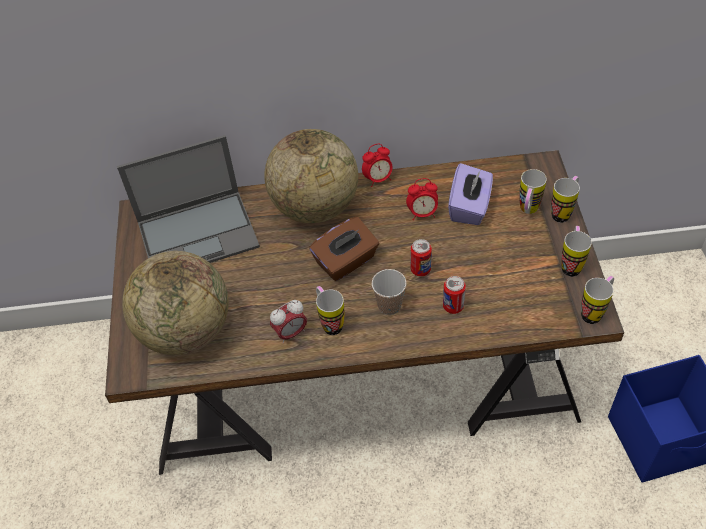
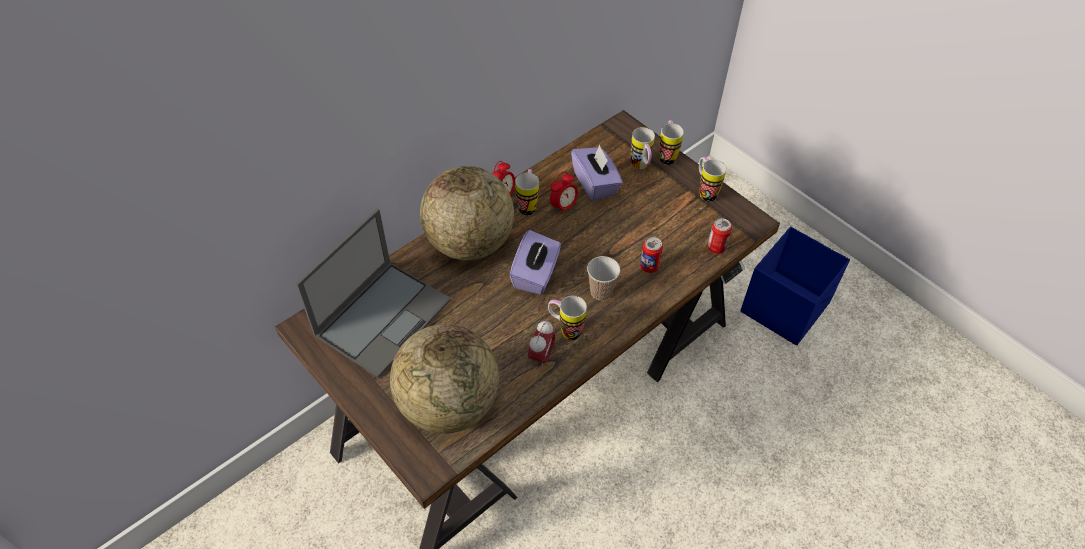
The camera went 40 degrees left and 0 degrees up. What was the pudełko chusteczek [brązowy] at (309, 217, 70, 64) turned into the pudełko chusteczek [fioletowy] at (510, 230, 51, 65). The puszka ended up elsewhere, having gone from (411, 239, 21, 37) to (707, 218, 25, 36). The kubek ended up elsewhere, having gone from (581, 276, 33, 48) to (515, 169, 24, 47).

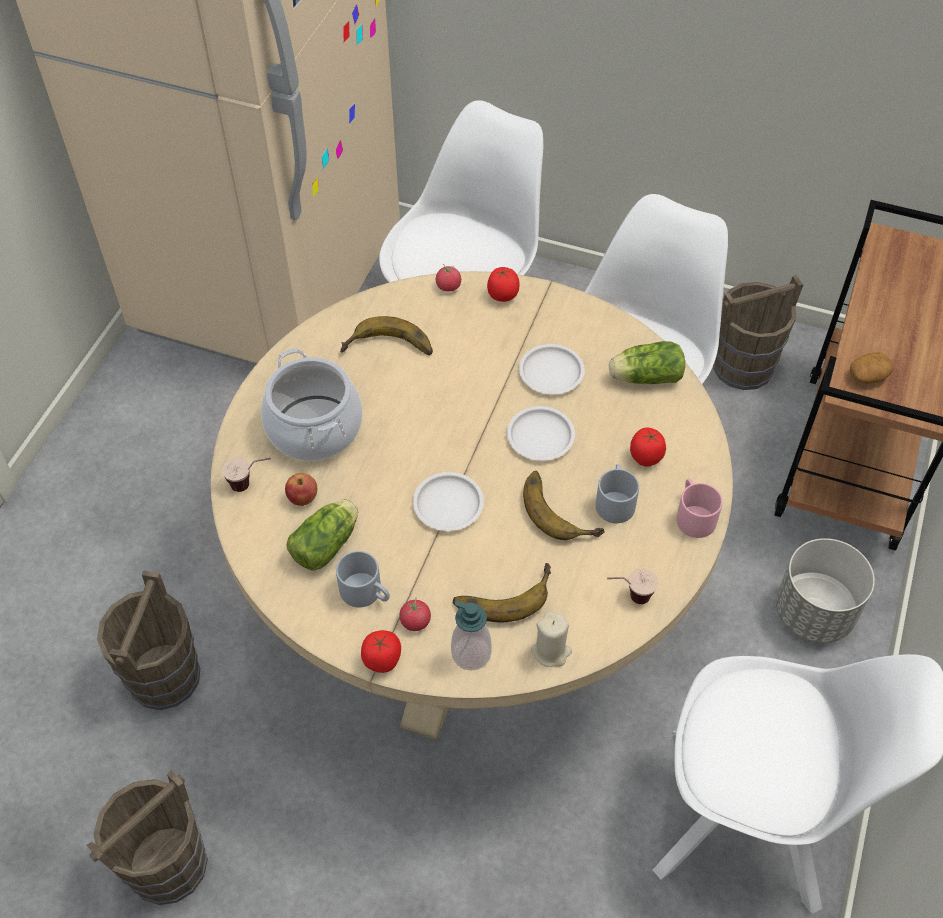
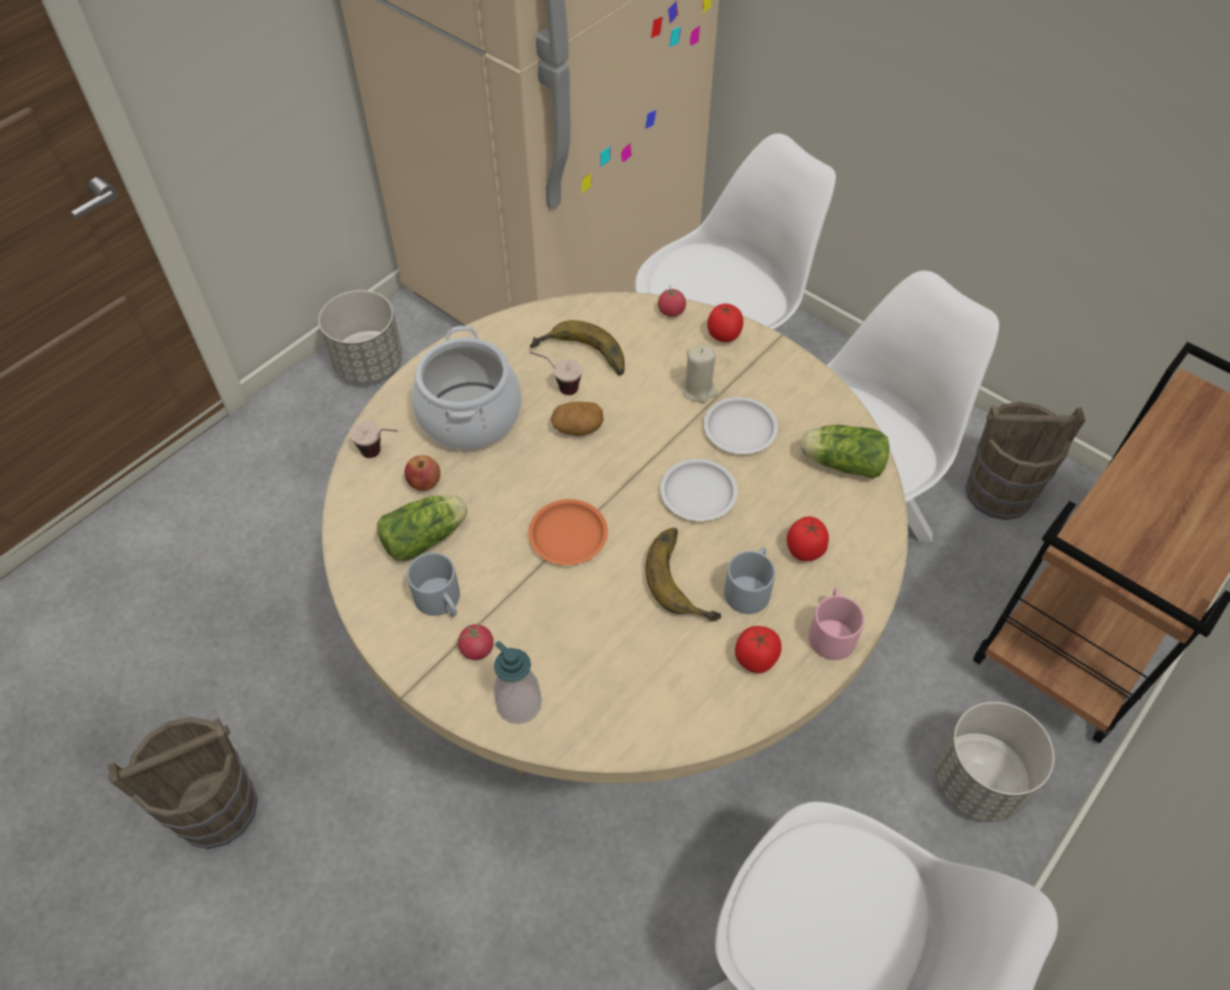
The camera went 20 degrees right and 0 degrees up. The second view lost the wiadro [brązowy] at (97, 570, 103, 140). The pomidor ended up elsewhere, having gone from (361, 630, 40, 43) to (735, 626, 47, 47). What was the talerz [biały] at (413, 472, 71, 59) turned into the talerz [pomarańczowy] at (528, 499, 80, 66). The second view lost the banan at (453, 563, 98, 60). The świeca [beżowy] ended up elsewhere, having gone from (531, 612, 41, 55) to (681, 344, 37, 59). The filiżanka ended up elsewhere, having gone from (607, 569, 51, 35) to (529, 351, 53, 44). The ziemniak ended up elsewhere, having gone from (850, 352, 43, 32) to (551, 402, 53, 34). The second view gained the donica [szary] at (319, 290, 84, 93).

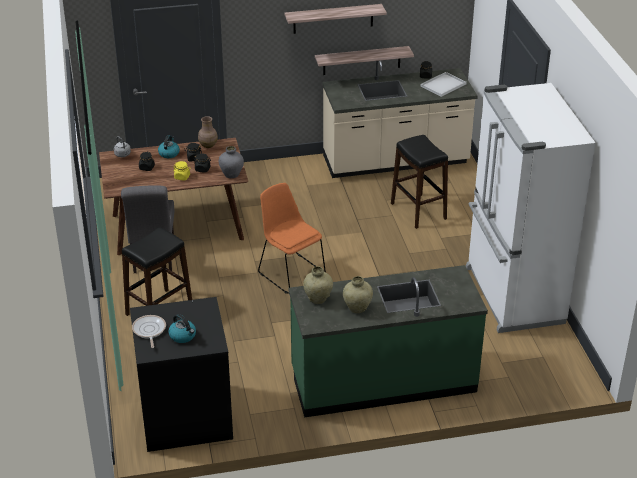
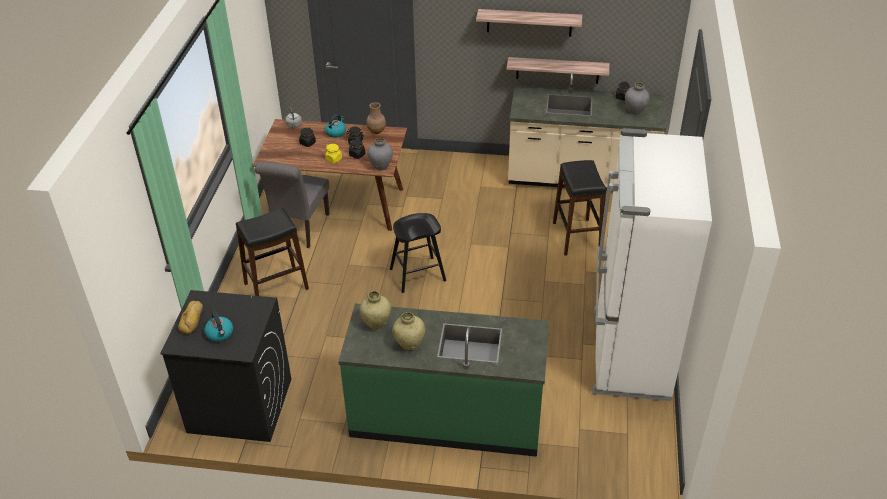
The camera went 20 degrees right and 5 degrees up. Where the patelnia stood at (132, 315, 34, 33), the chleb came to stand at (178, 301, 25, 33). Where the krzesło [pomarańczowy] stood at (258, 183, 68, 111), the stołek [czarny] came to stand at (390, 213, 56, 80). Where the taca [biały] stood at (421, 72, 46, 25), the wazon [szary] came to stand at (625, 83, 25, 31).

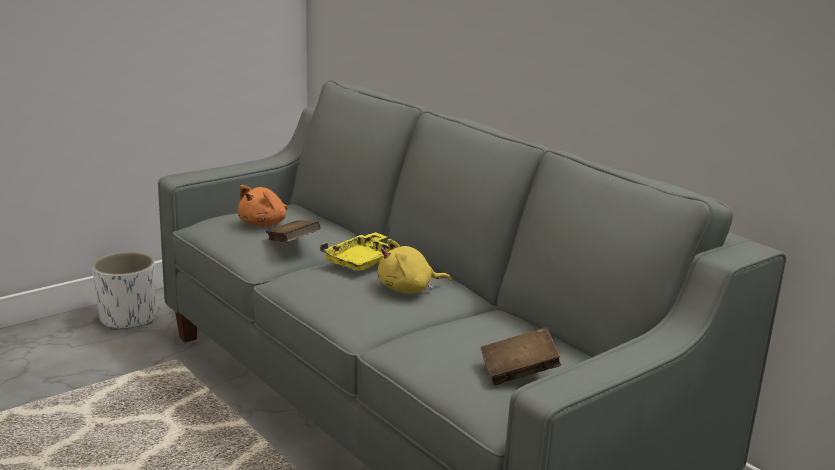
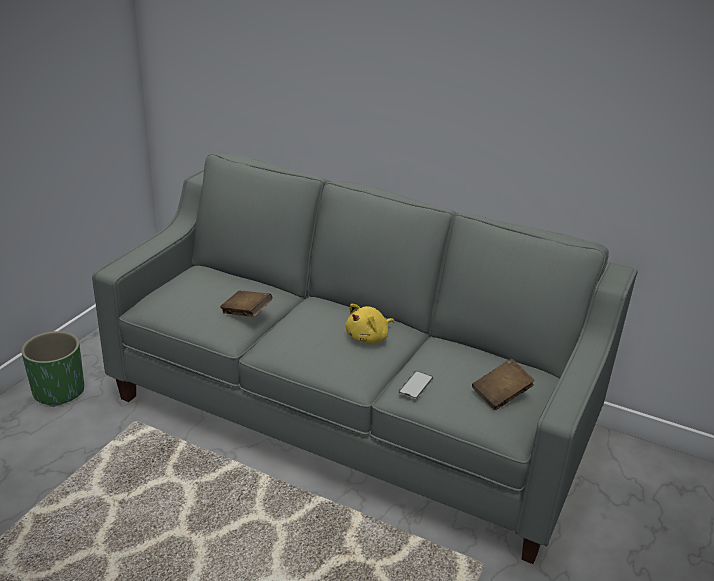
The camera went 25 degrees left and 10 degrees up. What was the donica [biały] at (92, 252, 65, 78) turned into the donica [zielony] at (21, 331, 63, 76). The second view lost the pluszak [pomarańczowy] at (238, 185, 50, 41). The second view lost the taca [żółty] at (320, 232, 70, 39). The second view gained the telefon at (398, 371, 35, 28).

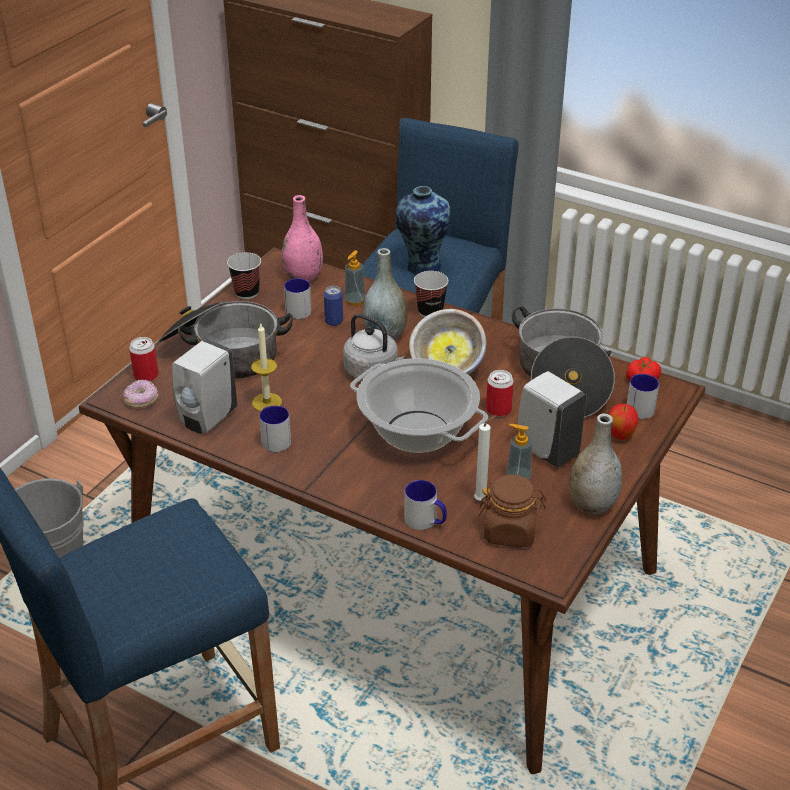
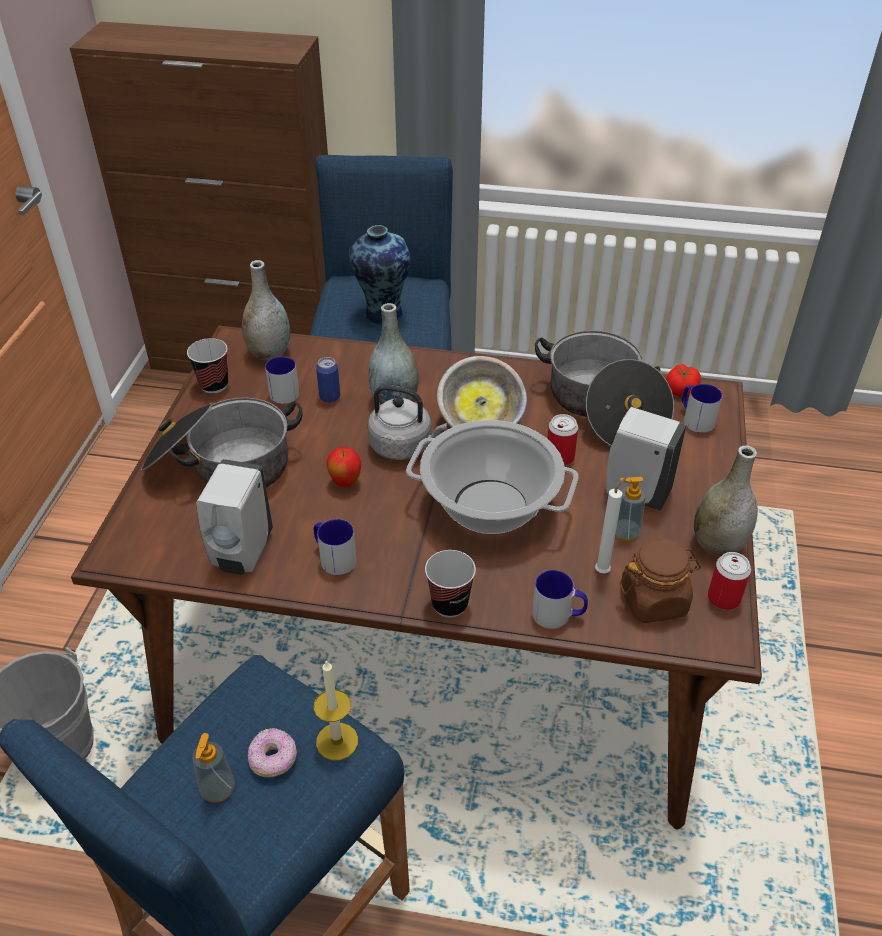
The camera went 20 degrees left and 5 degrees up. The donut ended up elsewhere, having gone from (123, 379, 35, 29) to (248, 728, 49, 49). The puszka ended up elsewhere, having gone from (129, 337, 30, 44) to (708, 552, 43, 58). The świeca ended up elsewhere, having gone from (251, 324, 31, 87) to (314, 660, 44, 101). What was the wazon [różowy] at (282, 195, 41, 87) turned into the wazon [szary] at (242, 260, 48, 100). The dozownik mydła ended up elsewhere, having gone from (344, 250, 22, 56) to (192, 733, 43, 70). The filiżanka ended up elsewhere, having gone from (414, 271, 34, 46) to (425, 550, 51, 67). The jabłko ended up elsewhere, having gone from (608, 403, 31, 37) to (327, 447, 34, 40).

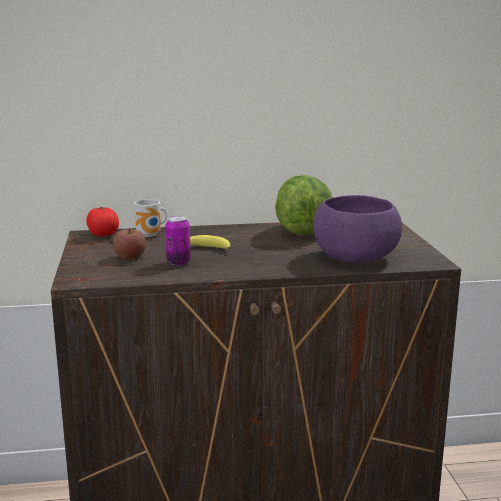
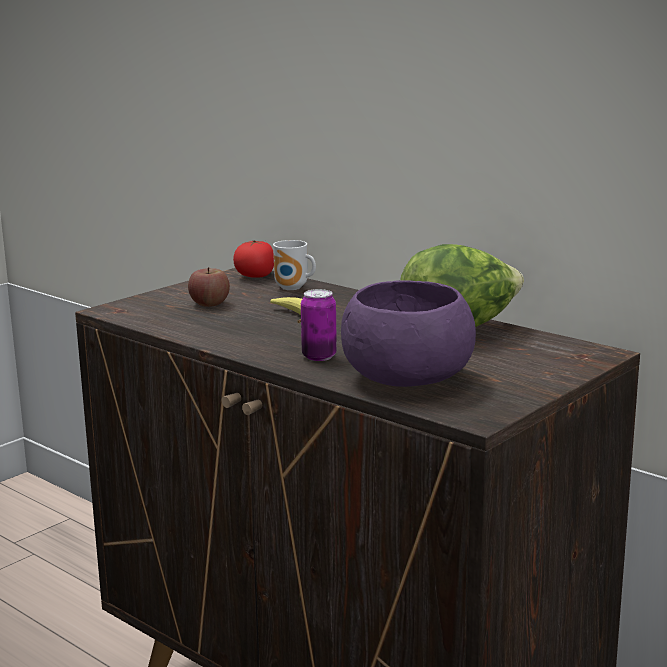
The camera went 50 degrees right and 0 degrees up. The puszka ended up elsewhere, having gone from (165, 216, 26, 49) to (301, 289, 36, 72).

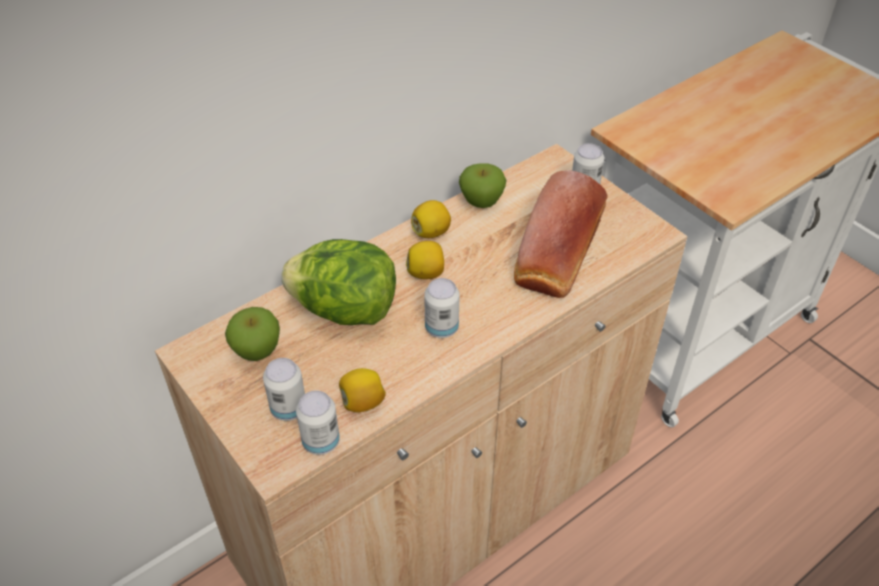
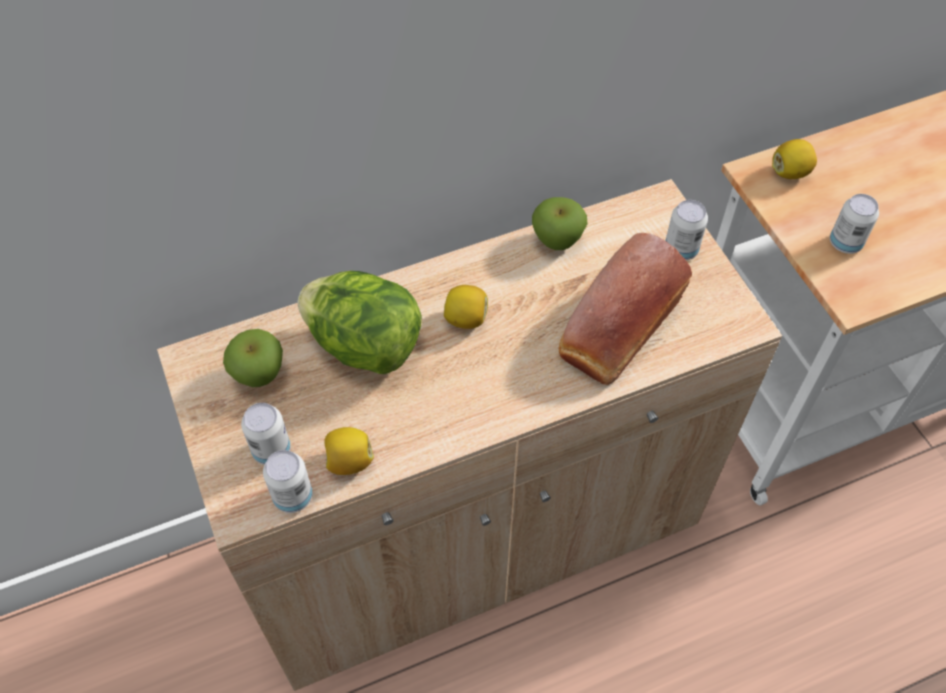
The camera went 15 degrees right and 10 degrees up. The cytryna ended up elsewhere, having gone from (411, 200, 40, 38) to (772, 139, 45, 40). The puszka ended up elsewhere, having gone from (424, 278, 36, 60) to (830, 194, 49, 60).

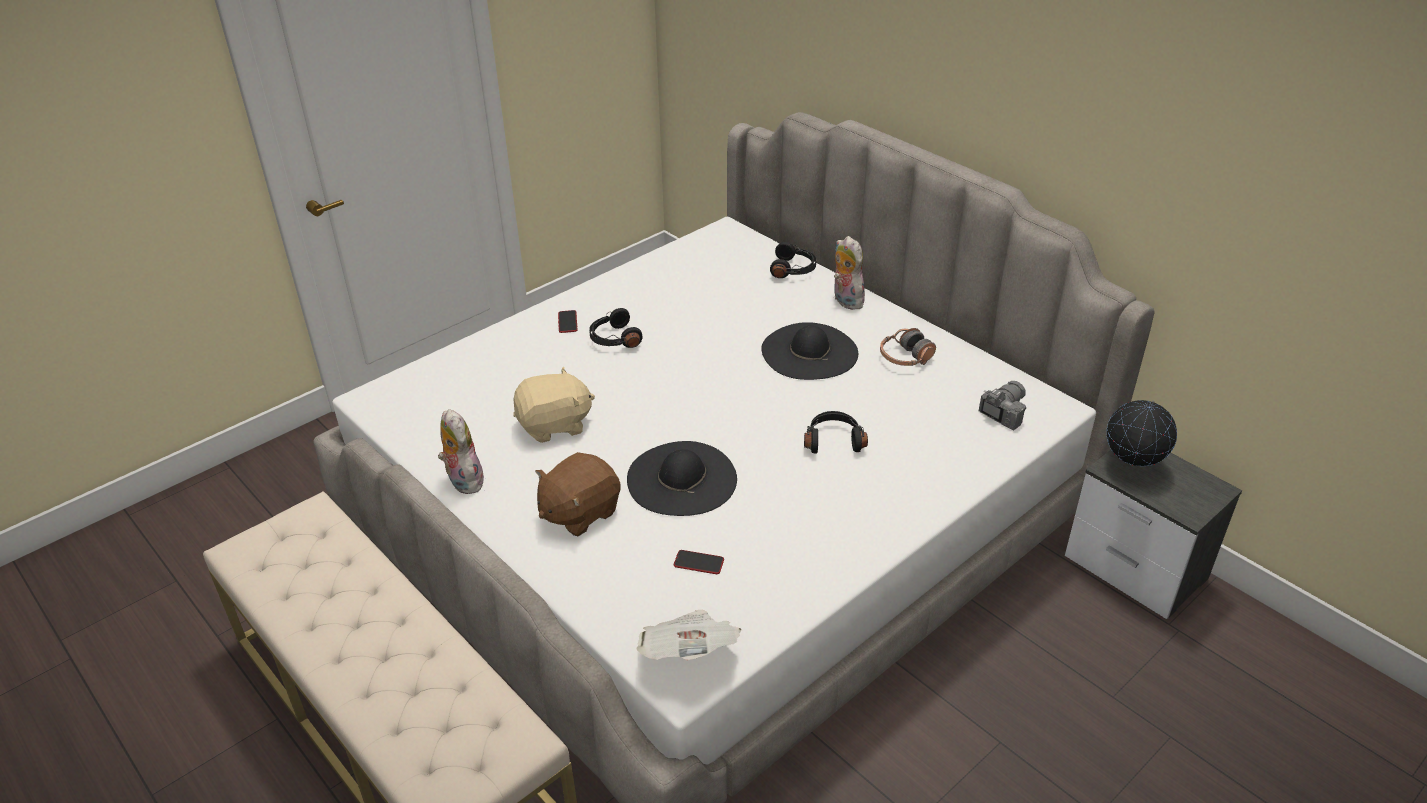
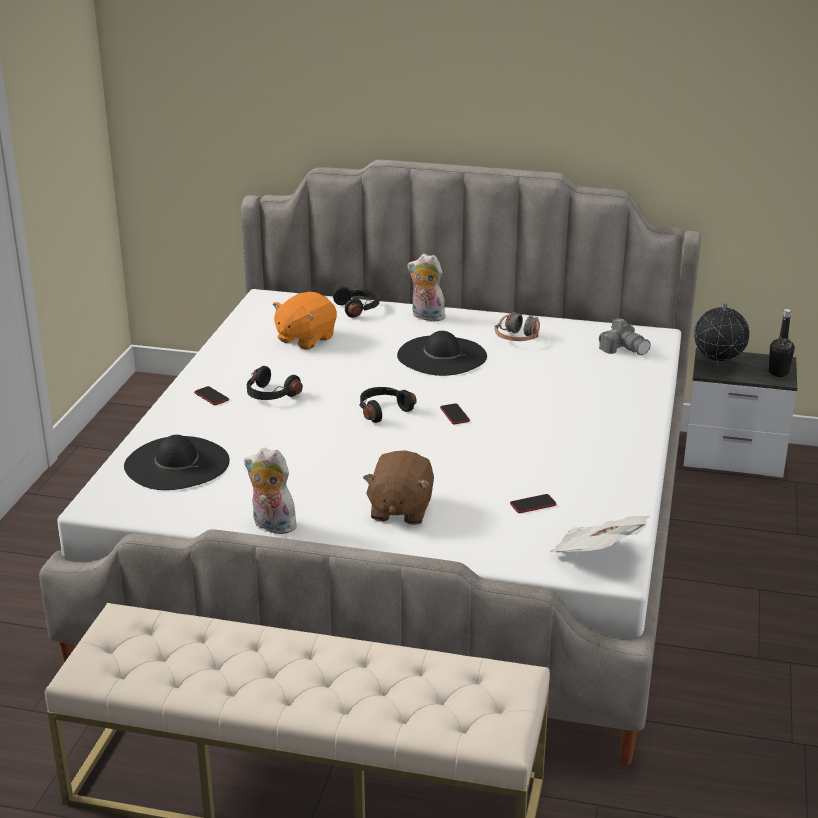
The camera went 35 degrees left and 10 degrees down. The second view lost the pluszak [beżowy] at (513, 366, 82, 77). The kapelusz [czarny] ended up elsewhere, having gone from (627, 441, 110, 75) to (124, 435, 106, 55). The słuchawki [czarny] ended up elsewhere, having gone from (804, 411, 64, 42) to (359, 387, 58, 36). The aparat fotograficzny at (979, 381, 47, 50) ended up facing another way, 135 degrees clockwise from before. The second view gained the pluszak [pomarańczowy] at (273, 292, 64, 58). The second view gained the telefon at (440, 403, 30, 21). The second view gained the butelka [czarny] at (769, 309, 26, 68).

